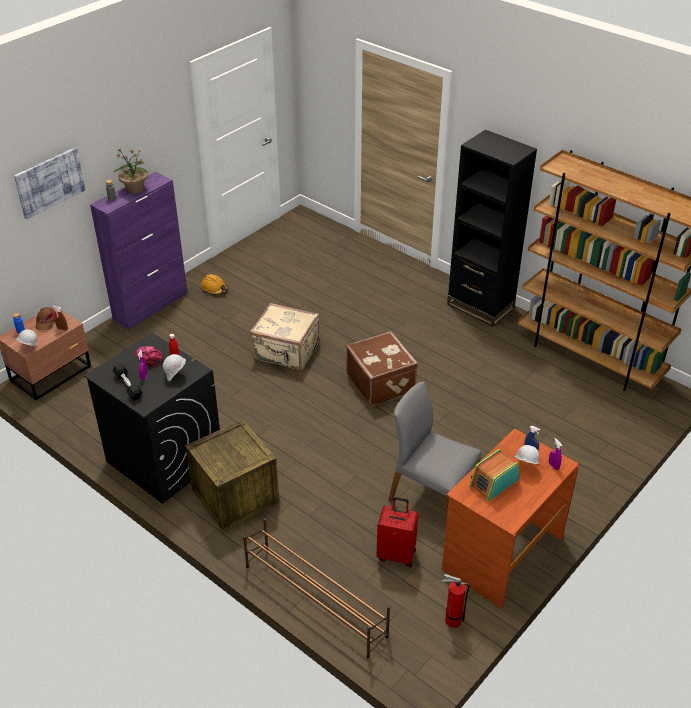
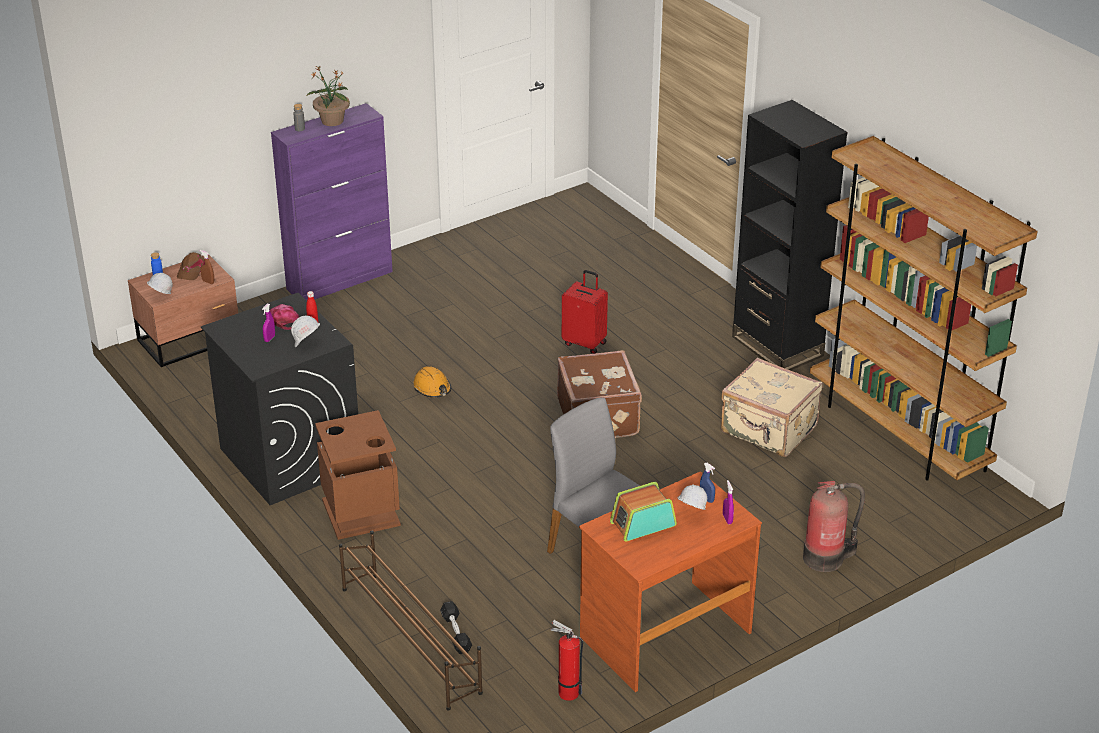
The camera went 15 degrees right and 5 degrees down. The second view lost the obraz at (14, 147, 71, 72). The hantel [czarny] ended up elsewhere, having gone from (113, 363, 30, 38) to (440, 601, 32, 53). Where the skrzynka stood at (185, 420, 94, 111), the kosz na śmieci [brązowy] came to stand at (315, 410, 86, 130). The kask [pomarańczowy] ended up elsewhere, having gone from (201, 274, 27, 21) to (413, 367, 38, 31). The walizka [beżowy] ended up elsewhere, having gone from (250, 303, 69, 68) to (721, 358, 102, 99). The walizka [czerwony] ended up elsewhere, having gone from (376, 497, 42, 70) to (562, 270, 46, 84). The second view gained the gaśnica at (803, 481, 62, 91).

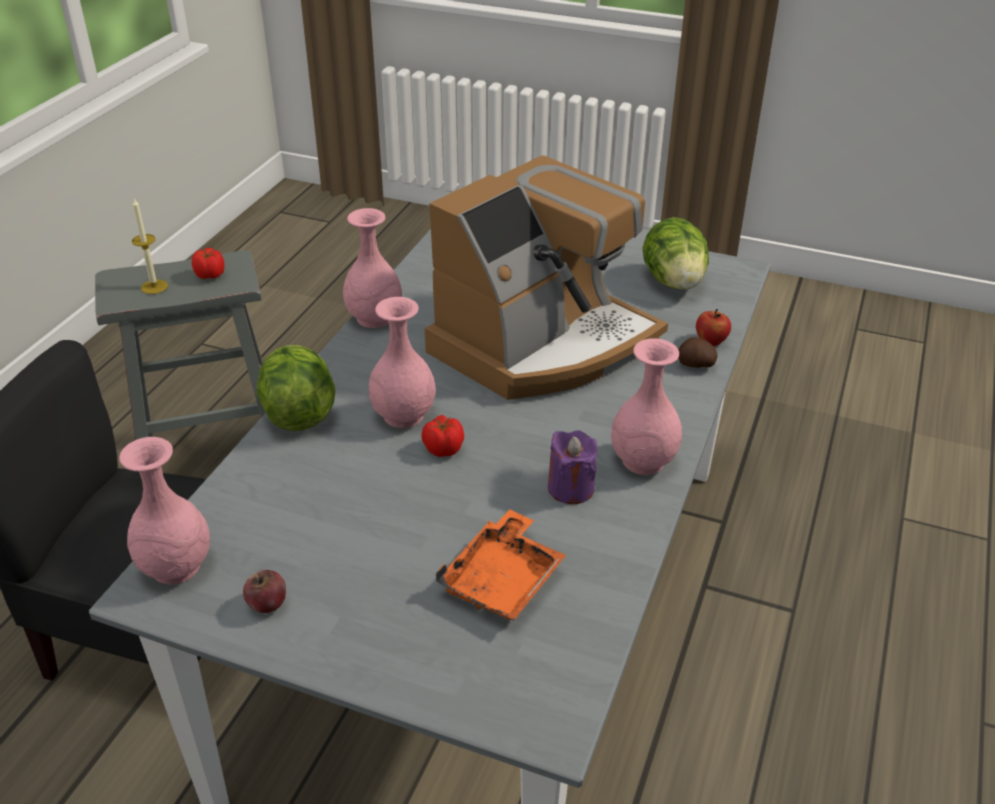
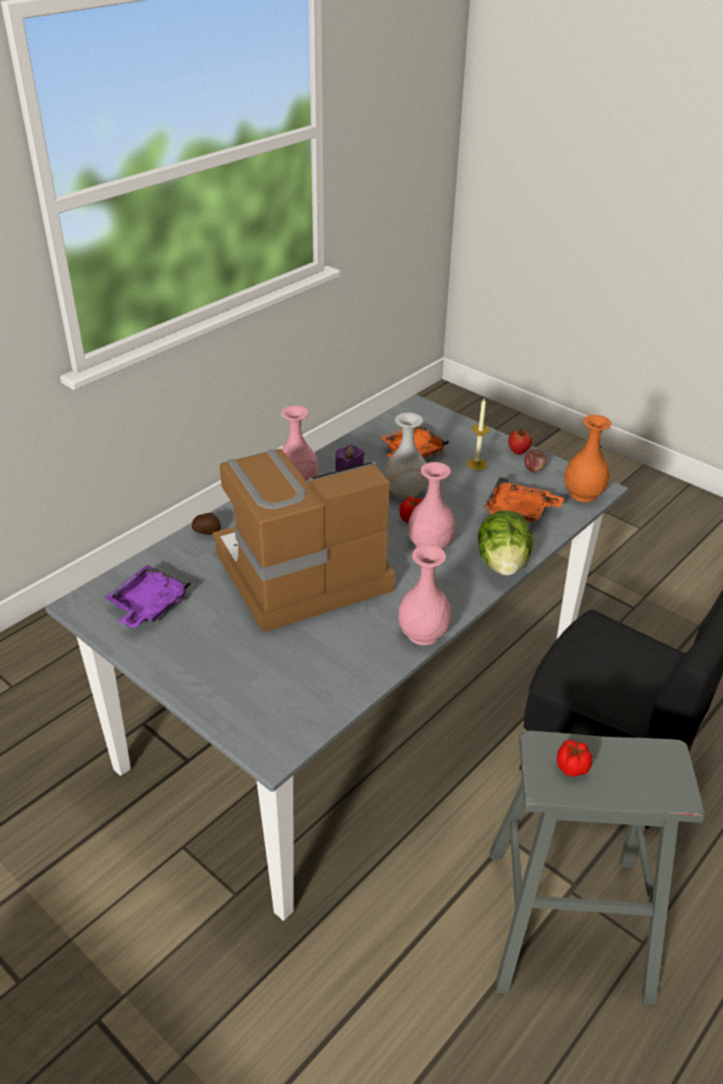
The camera went 160 degrees left and 0 degrees up. What was the wazon [różowy] at (119, 437, 91, 147) turned into the wazon [pomarańczowy] at (564, 415, 48, 87). The świeca ended up elsewhere, having gone from (132, 199, 36, 95) to (467, 399, 23, 71). Where the sałata stood at (642, 217, 67, 73), the taca [fioletowy] came to stand at (104, 565, 87, 63). The jabłko ended up elsewhere, having gone from (696, 309, 35, 37) to (508, 429, 24, 26). The second view gained the wazon [biały] at (384, 412, 44, 88). The second view gained the taca [pomarańczowy] at (484, 476, 80, 47).

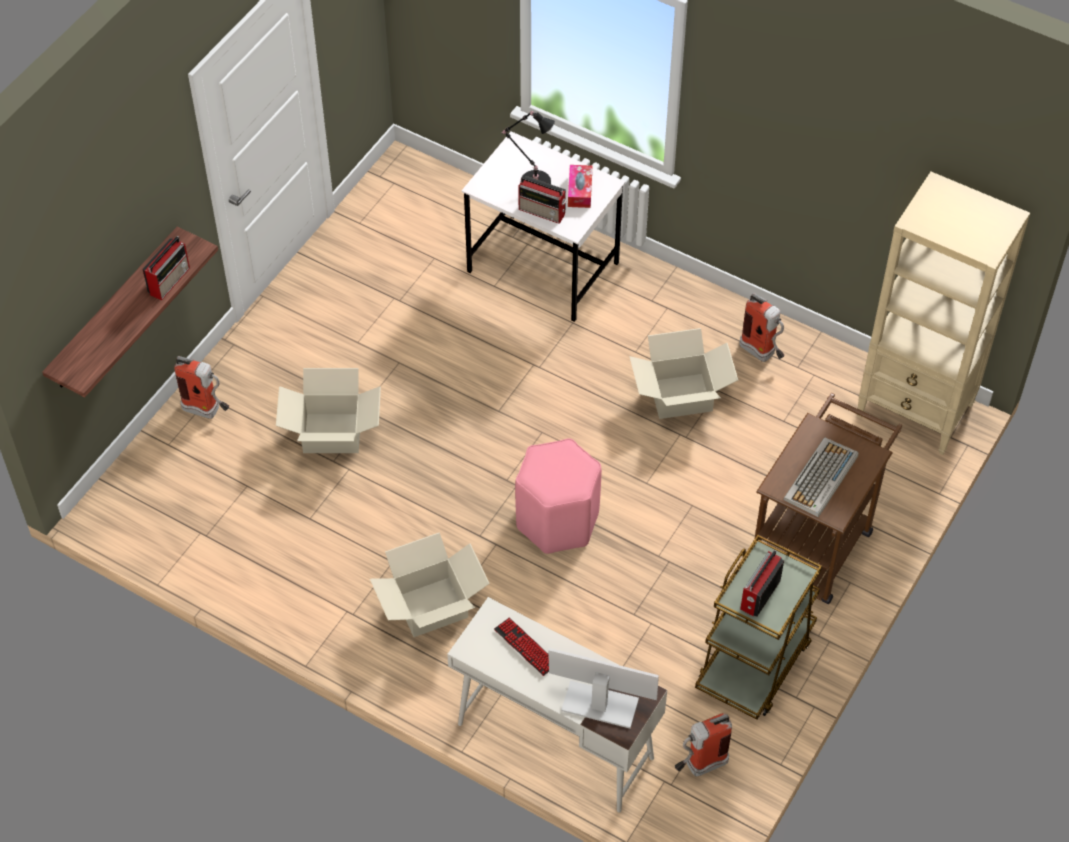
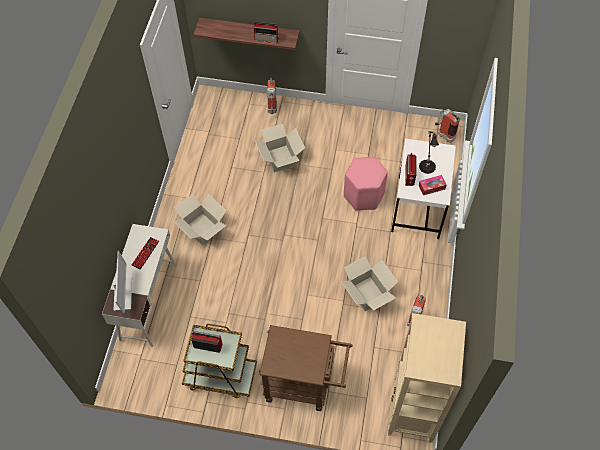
The camera went 70 degrees right and 5 degrees up. The stołek [różowy] ended up elsewhere, having gone from (515, 438, 87, 116) to (344, 156, 44, 55). The gaśnica ended up elsewhere, having gone from (675, 713, 57, 63) to (435, 109, 25, 34). The second view lost the klawiatura at (783, 437, 76, 80).

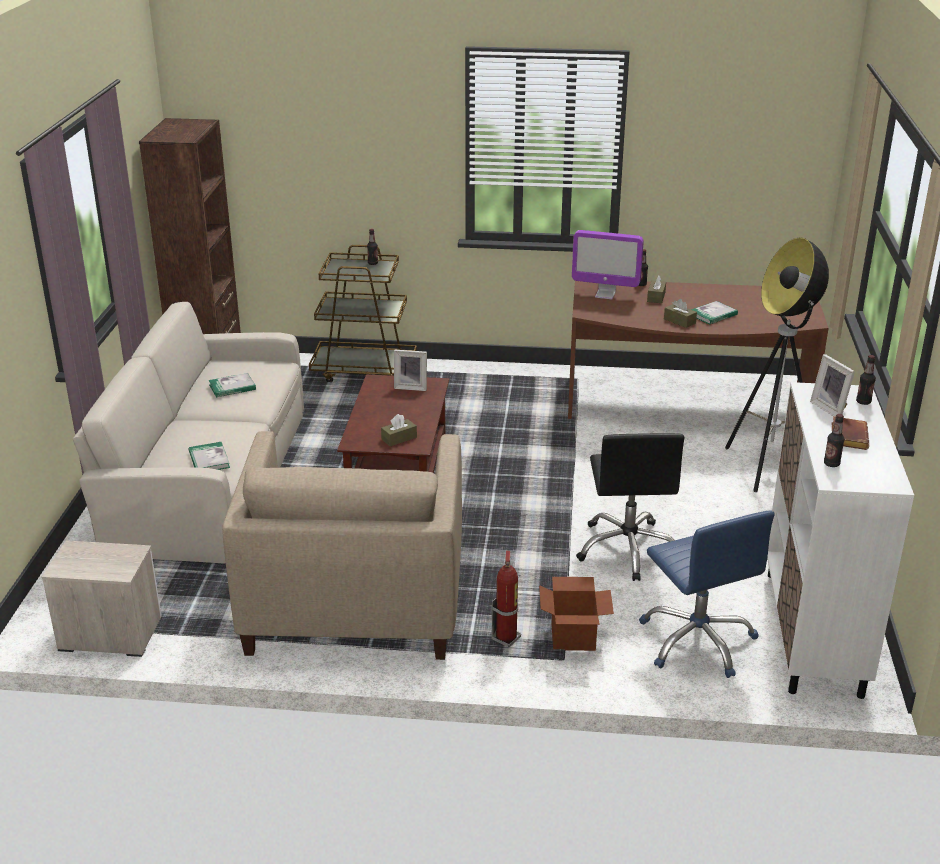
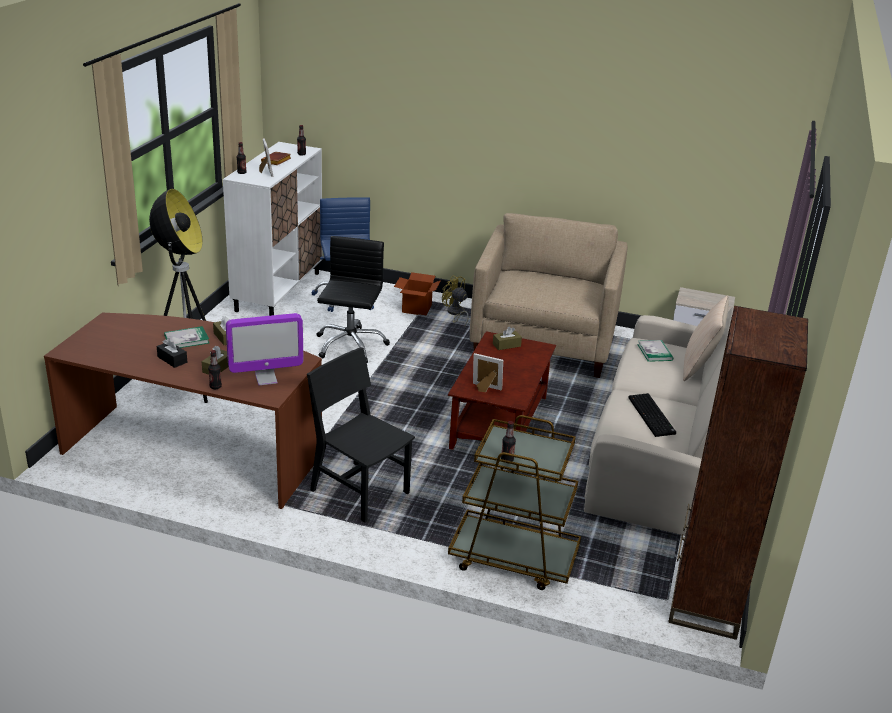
The camera went 170 degrees left and 0 degrees up. Where the książka stood at (209, 373, 47, 24), the klawiatura came to stand at (628, 393, 48, 44). Where the gaśnica stood at (492, 551, 29, 96), the wentylator [żółty] came to stand at (442, 275, 27, 52). The monitor at (572, 230, 72, 69) ended up facing another way, 135 degrees clockwise from before. The second view gained the pudełko chusteczek [czarny] at (157, 338, 30, 30). The second view gained the krzesło [czarny] at (307, 347, 108, 176). The second view gained the poduszka [beżowy] at (683, 295, 46, 86).

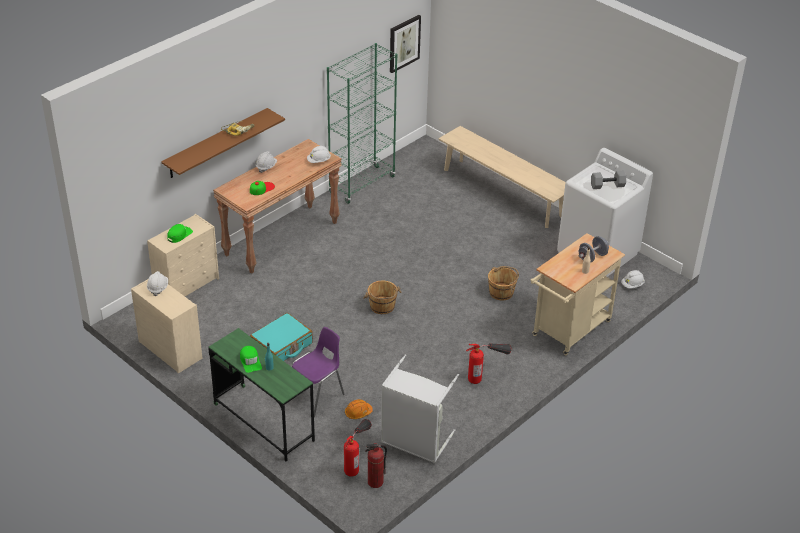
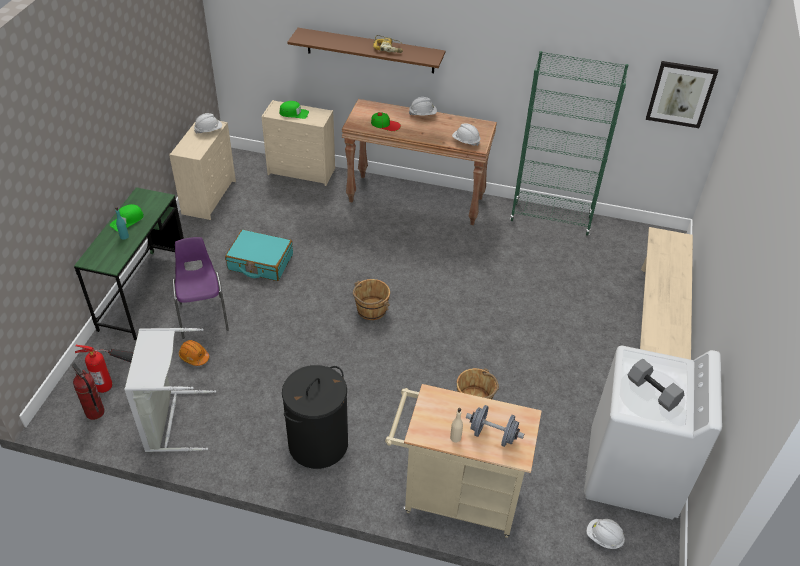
The camera went 60 degrees right and 5 degrees up. The krzesło [fioletowy] at (292, 327, 53, 90) ended up facing another way, 120 degrees counterclockwise from before. Where the gaśnica stood at (466, 344, 46, 40), the kosz na pranie [czarny] came to stand at (282, 365, 66, 104).

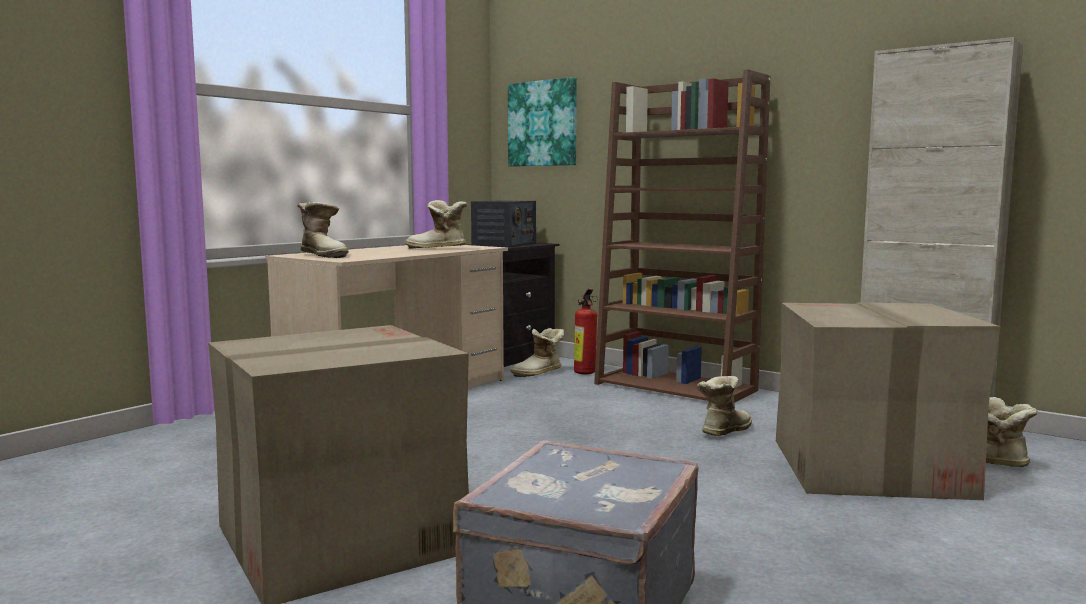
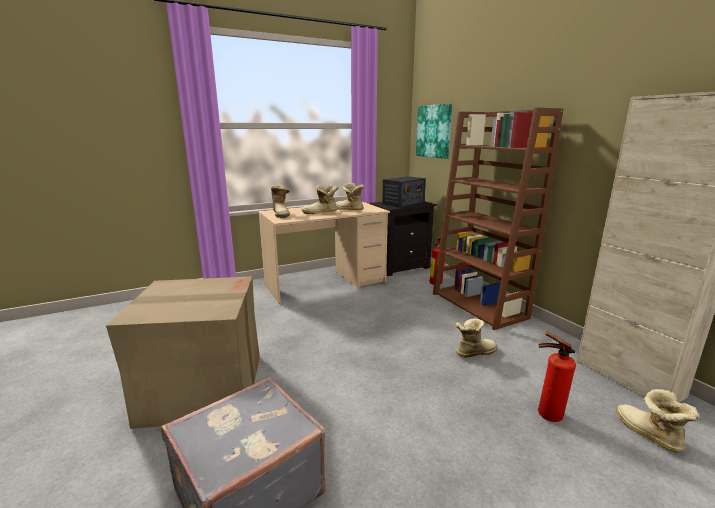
The camera went 25 degrees right and 10 degrees up. The but z cholewką ended up elsewhere, having gone from (510, 328, 54, 49) to (301, 185, 38, 29). Where the karton stood at (776, 303, 224, 197), the gaśnica came to stand at (538, 331, 38, 91).

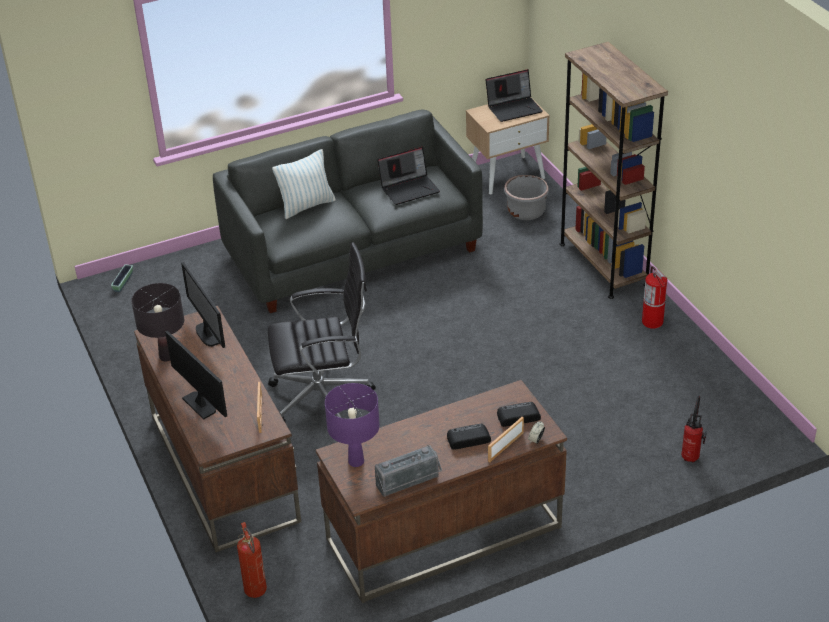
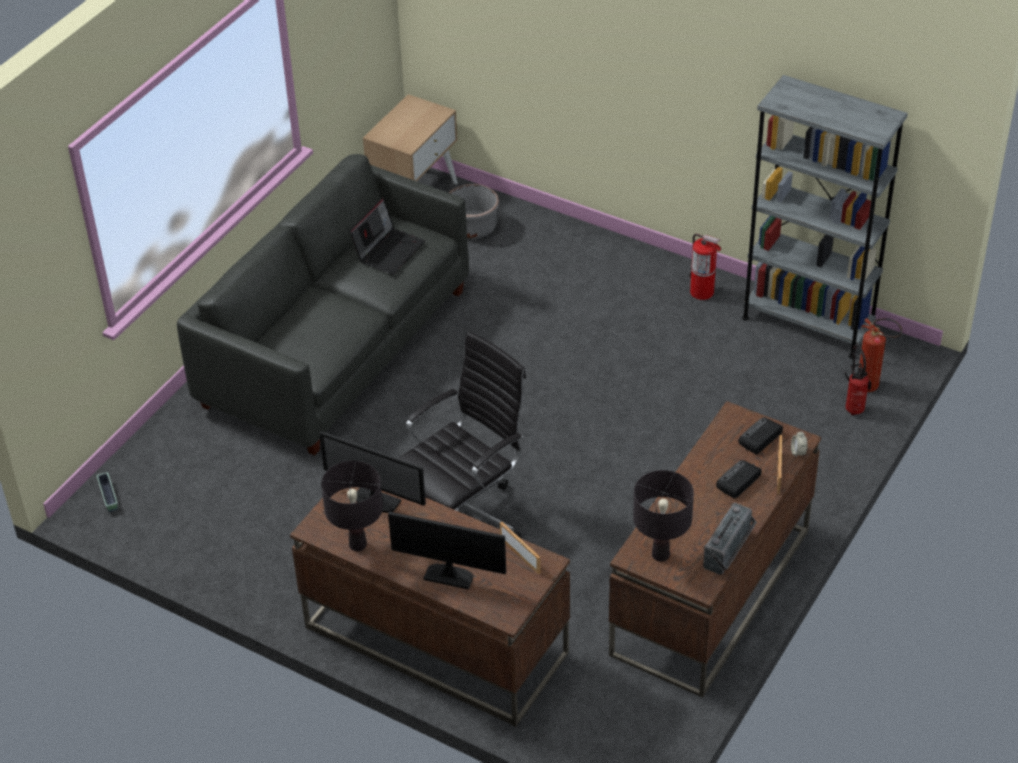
The camera went 35 degrees left and 5 degrees up. The gaśnica ended up elsewhere, having gone from (237, 522, 30, 76) to (859, 318, 43, 74). The second view lost the poduszka at (272, 149, 63, 70). What was the lampa stołowa [fioletowy] at (325, 383, 55, 84) turned into the lampa stołowa [czarny] at (633, 470, 61, 92). The second view lost the laptop at (485, 69, 58, 53). The second view lost the regał [brązowy] at (560, 42, 108, 257). The second view gained the regał [szary] at (742, 75, 166, 284).

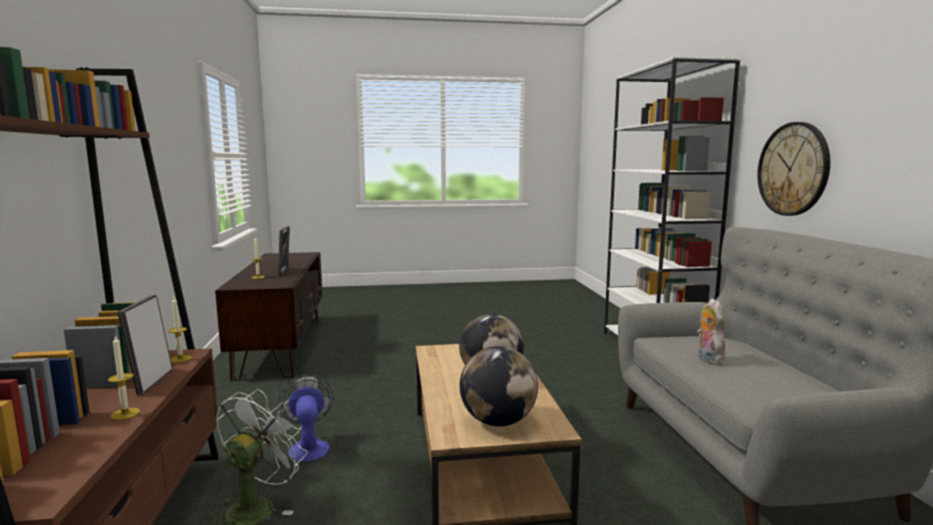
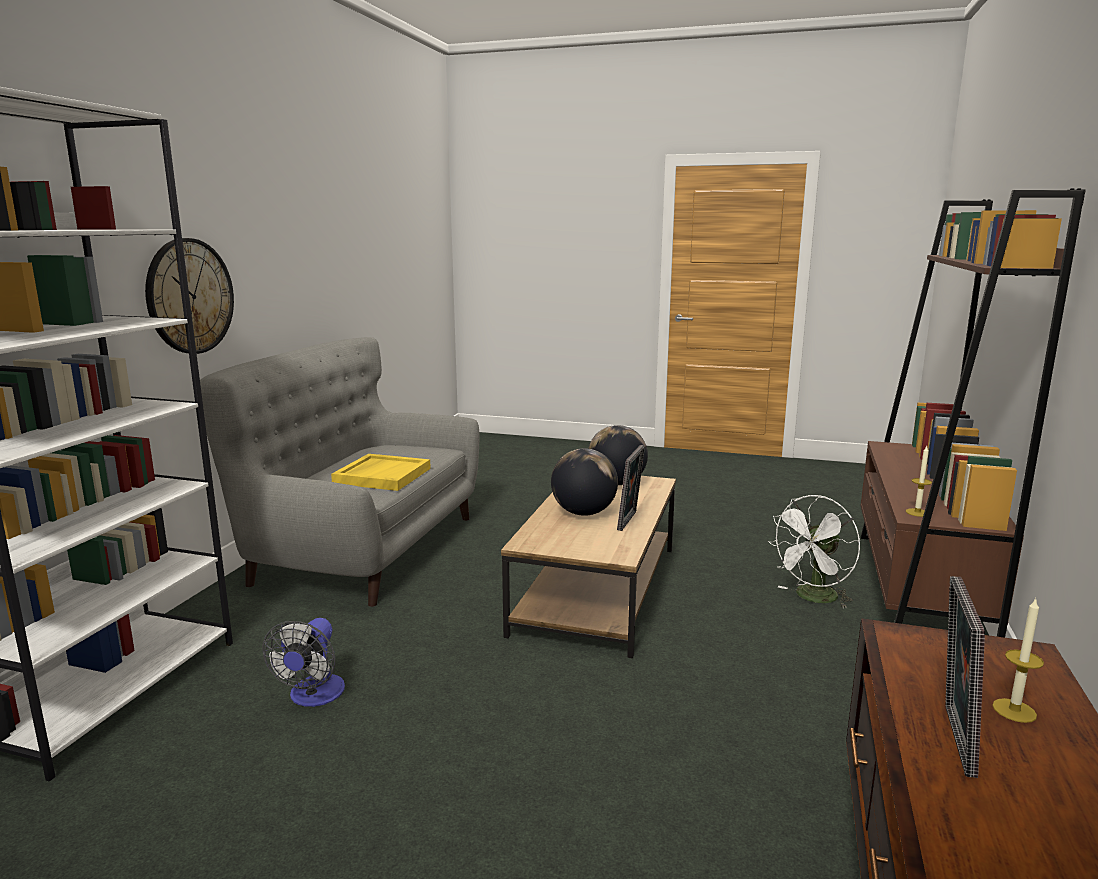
The camera went 155 degrees left and 5 degrees up. The second view lost the świeca at (108, 335, 32, 85). The ramka na zdjęcie ended up elsewhere, having gone from (117, 295, 56, 100) to (617, 445, 28, 86). The wentylator ended up elsewhere, having gone from (278, 374, 56, 88) to (262, 618, 83, 89). Where the pluszak stood at (697, 299, 29, 66), the taca [żółty] came to stand at (331, 454, 100, 37).

